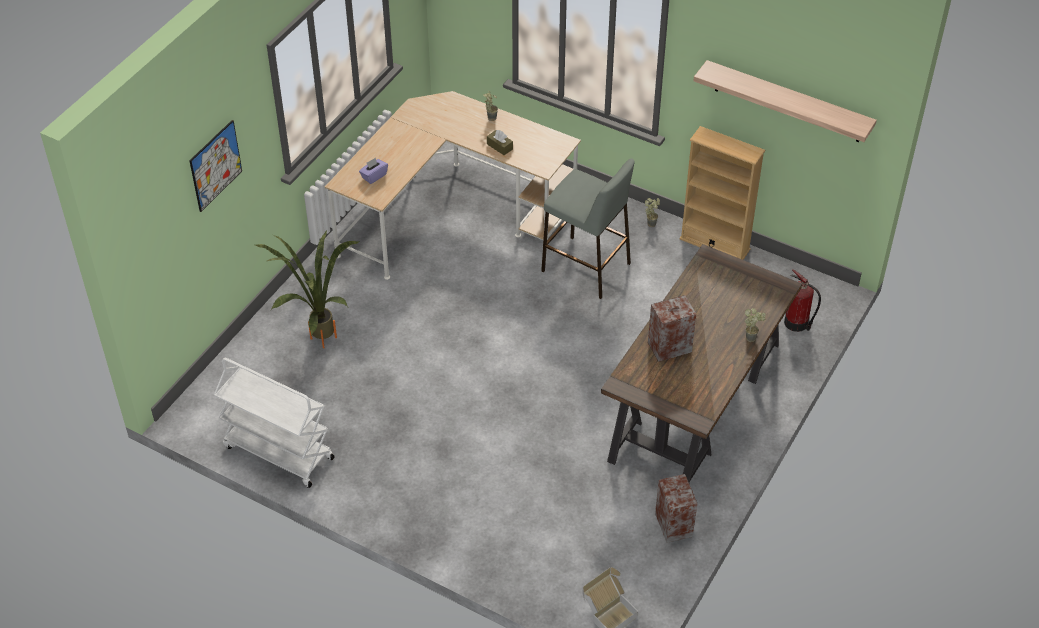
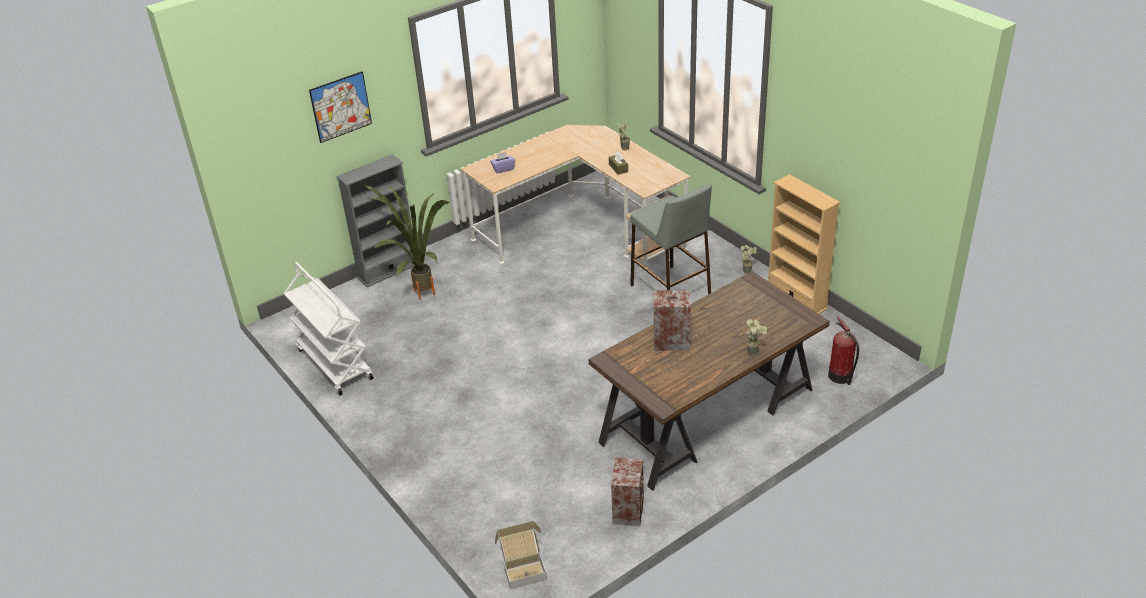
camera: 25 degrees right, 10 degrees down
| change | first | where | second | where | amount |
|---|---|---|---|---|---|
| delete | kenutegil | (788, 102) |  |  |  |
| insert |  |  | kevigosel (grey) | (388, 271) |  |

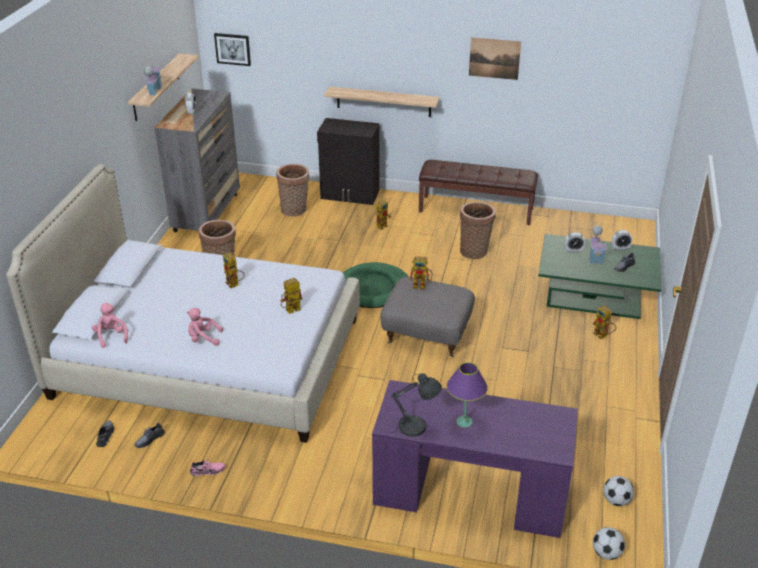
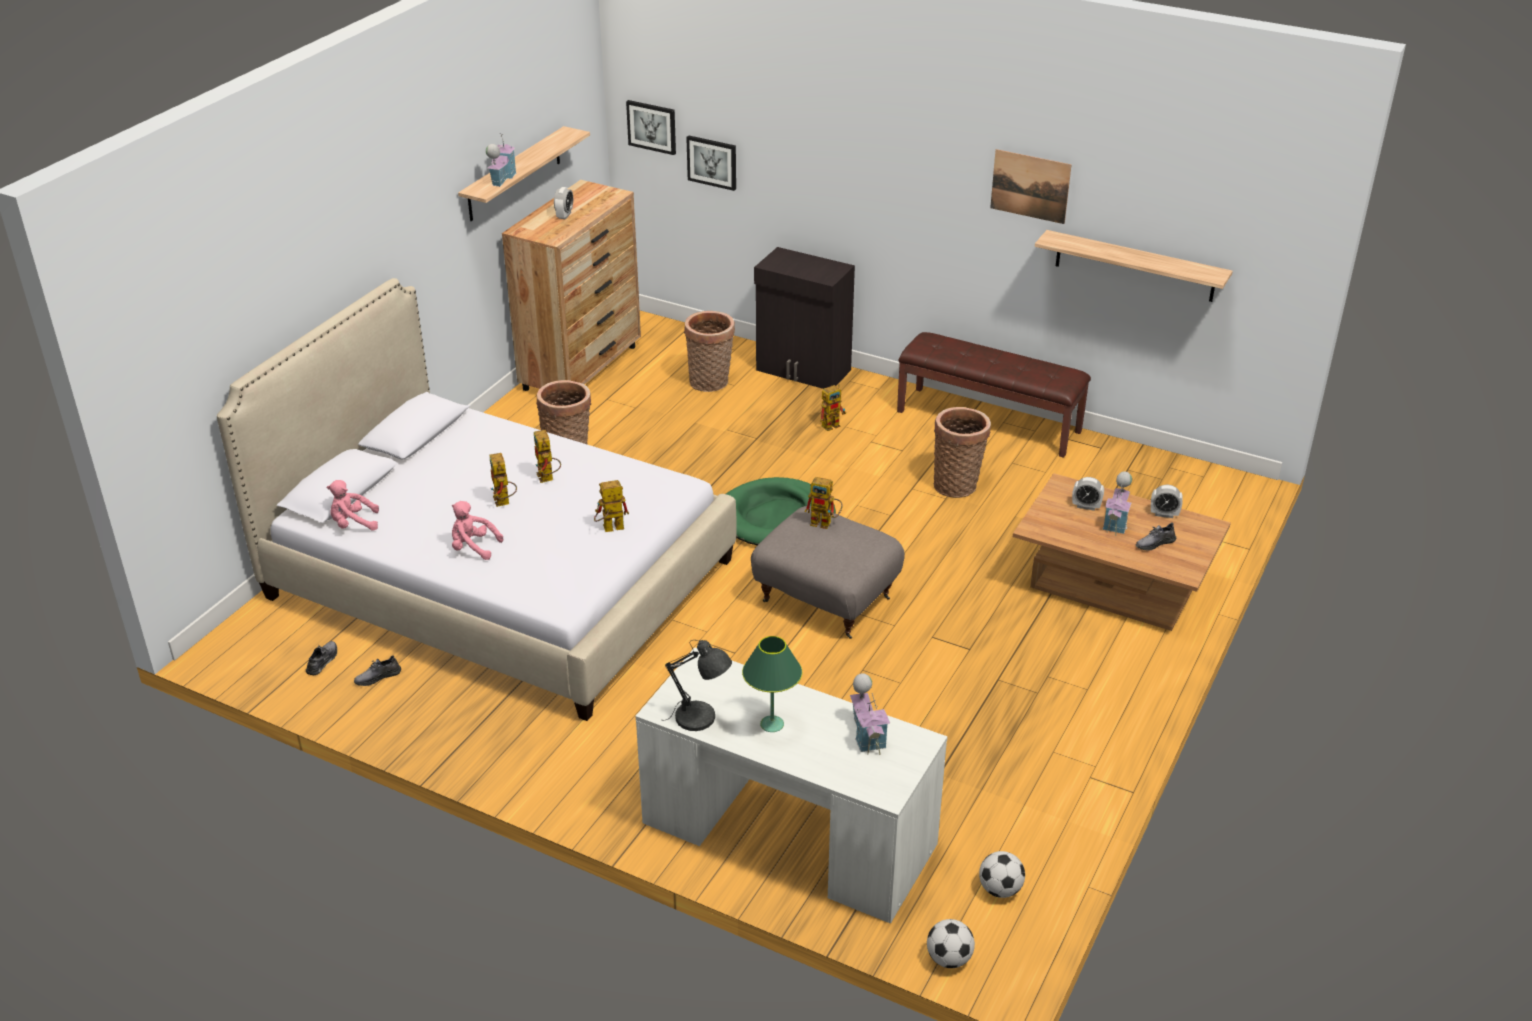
camera: 15 degrees right, 0 degrees up
| change | first | where | second | where | amount |
|---|---|---|---|---|---|
| delete | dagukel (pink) | (208, 471) |  |  |  |
| insert |  |  | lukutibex | (712, 162) |  |
| insert |  |  | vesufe | (867, 735) |  |
| move | kenutegil | (383, 101) |  | (1135, 266) |  |
| move | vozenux | (603, 336) |  | (504, 502) |  |
| recolor | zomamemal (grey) | (207, 212) | zomamemal (brown) | (581, 367) |  |
| recolor | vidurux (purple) | (469, 491) | vidurux (white) | (788, 832) |  |
| recolor | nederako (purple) | (464, 422) | nederako (green) | (772, 724) |  |
| recolor | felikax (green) | (594, 298) | felikax (brown) | (1112, 586) |  |
| rotate | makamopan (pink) | (111, 336) |  | (353, 524) | 90 degrees counterclockwise |

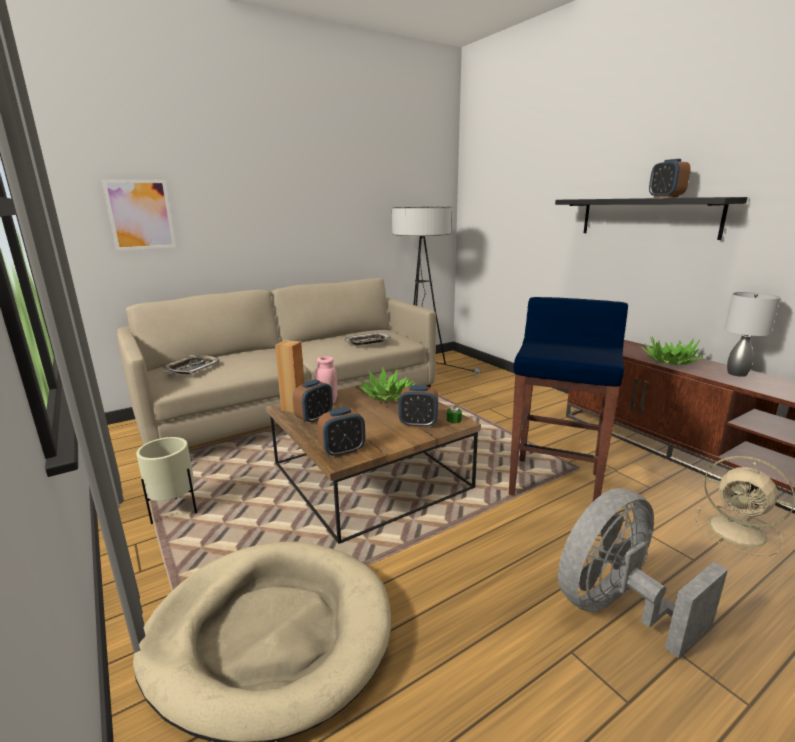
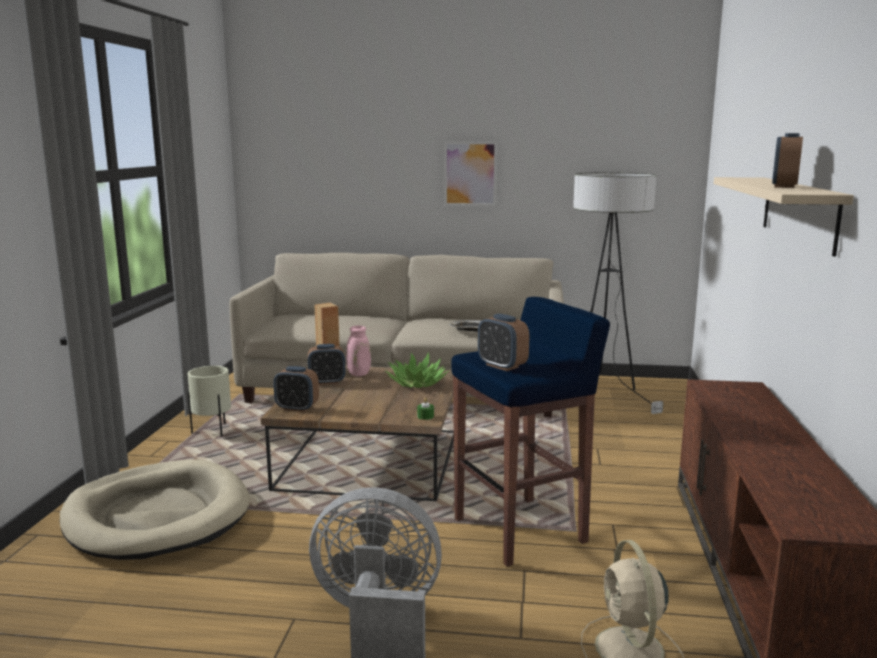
camera: 40 degrees right, 5 degrees down
| change | first | where | second | where | amount |
|---|---|---|---|---|---|
| delete | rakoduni | (192, 368) |  |  |  |
| delete | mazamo | (670, 361) |  |  |  |
| delete | nederako (grey) | (736, 373) |  |  |  |
| move | lukutibex | (140, 215) |  | (470, 173) |  |
| move | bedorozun | (418, 424) |  | (502, 366) |  |
| recolor | kenutegil (black) | (647, 217) | kenutegil (beige) | (798, 212) |  |

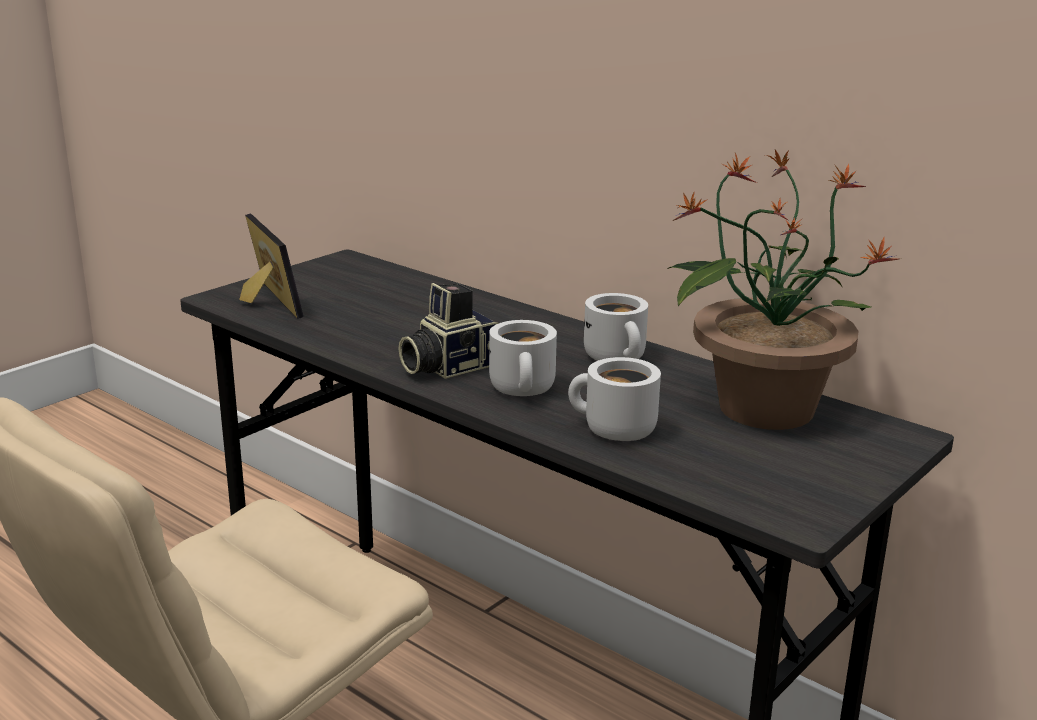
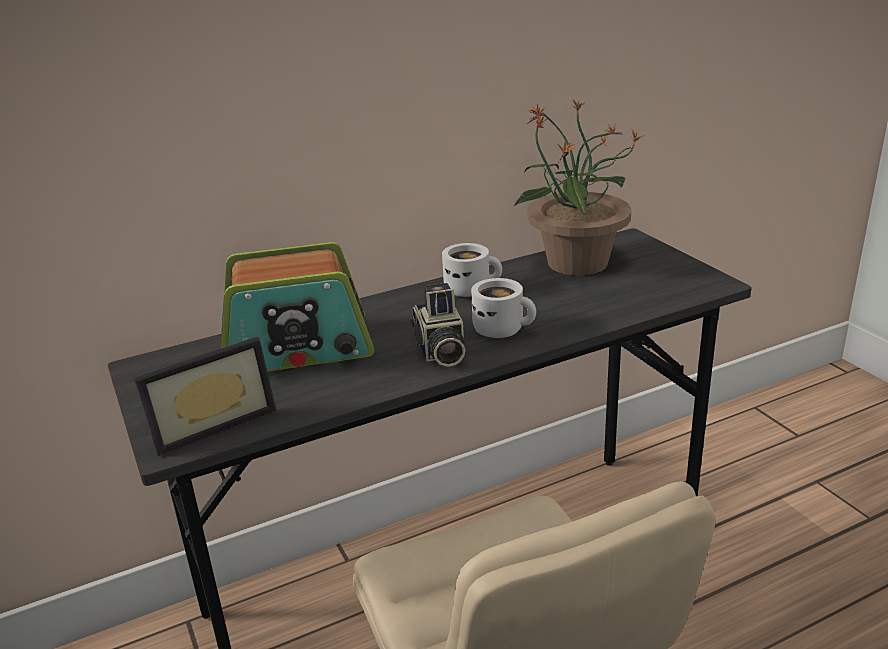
camera: 65 degrees left, 5 degrees up
| change | first | where | second | where | amount |
|---|---|---|---|---|---|
| delete | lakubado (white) | (613, 431) |  |  |  |
| insert |  |  | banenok | (297, 348) |  |
| rotate | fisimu | (263, 302) |  | (211, 423) | 150 degrees clockwise |

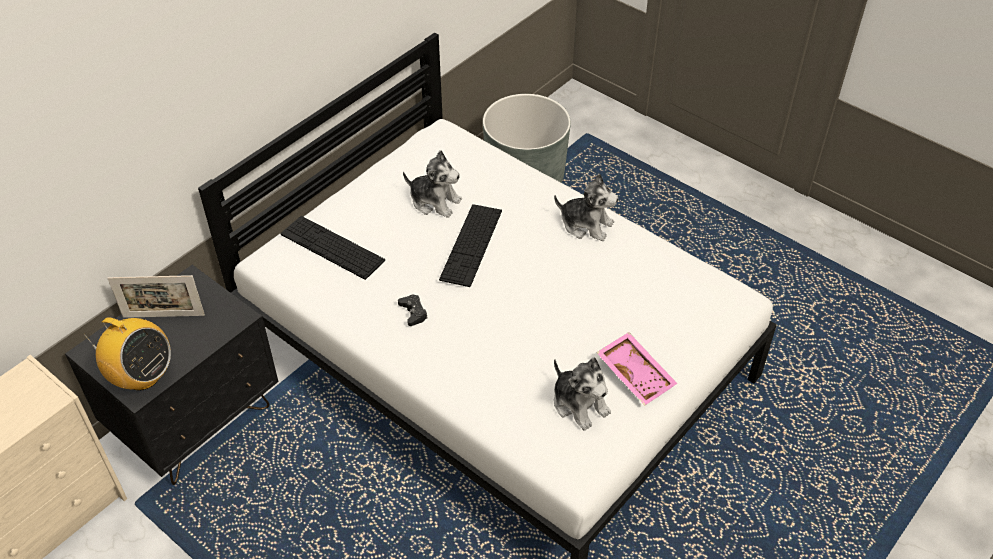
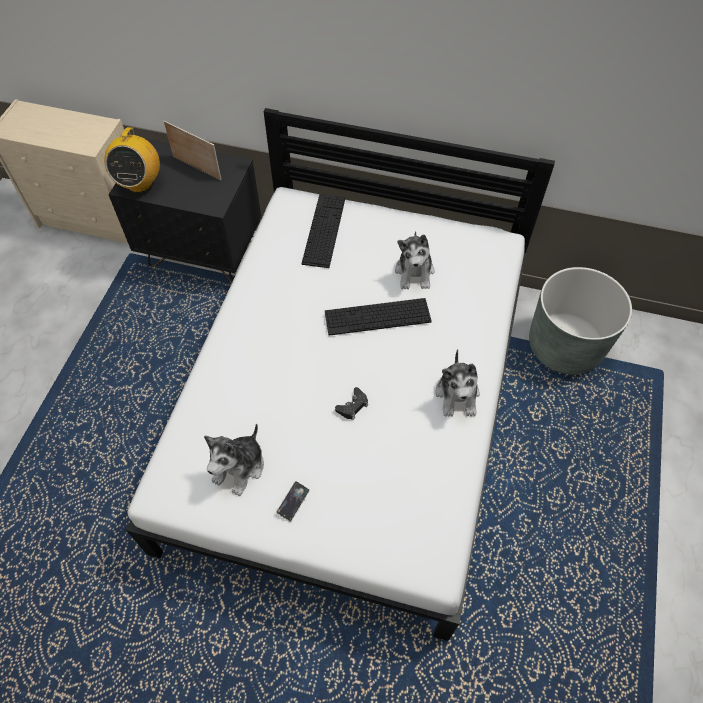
camera: 65 degrees right, 10 degrees up
| change | first | where | second | where | amount |
|---|---|---|---|---|---|
| move | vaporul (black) | (413, 312) |  | (353, 406) |  |
| replace | rakoduni (pink) | (636, 374) | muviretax | (293, 502) |  |
| rotate | fisimu | (163, 316) |  | (197, 168) | 150 degrees clockwise |

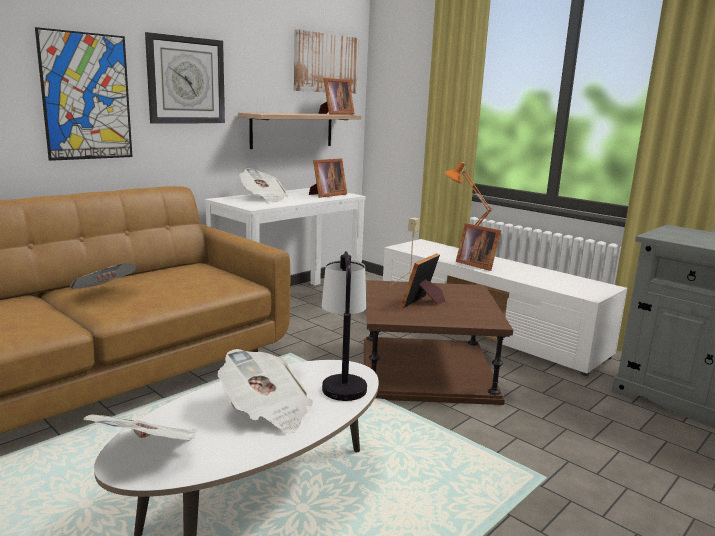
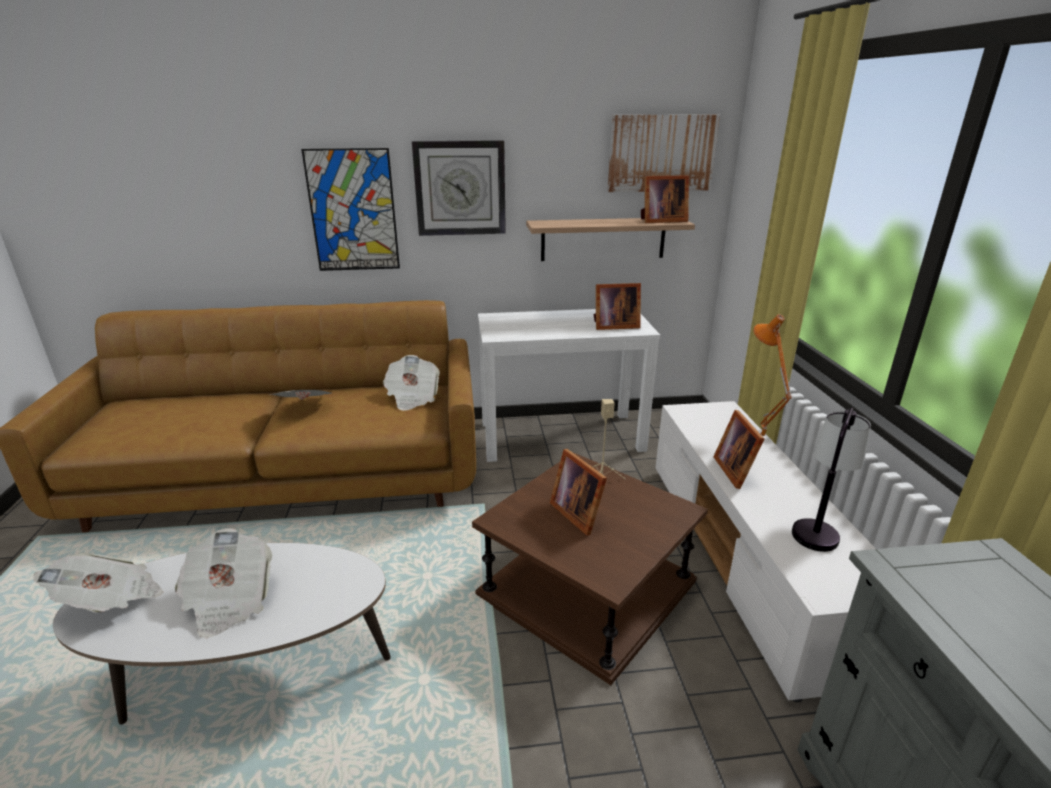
camera: 40 degrees right, 10 degrees up
| change | first | where | second | where | amount |
|---|---|---|---|---|---|
| move | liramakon | (264, 198) |  | (412, 397) |  |
| move | nederako | (342, 380) |  | (818, 525) |  |
| rotate | fisimu | (423, 303) |  | (578, 513) | 105 degrees counterclockwise |

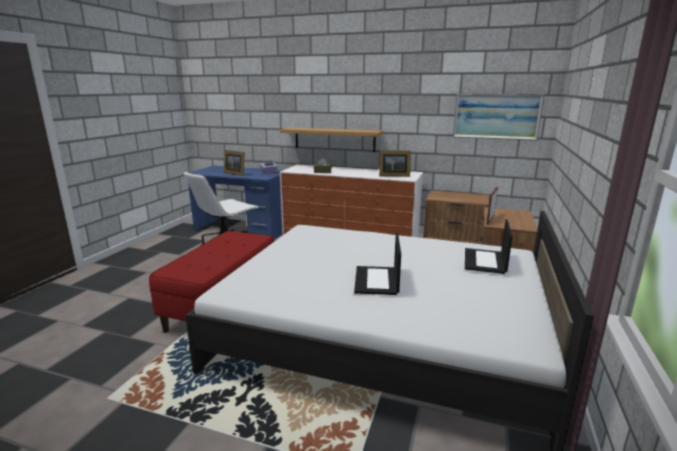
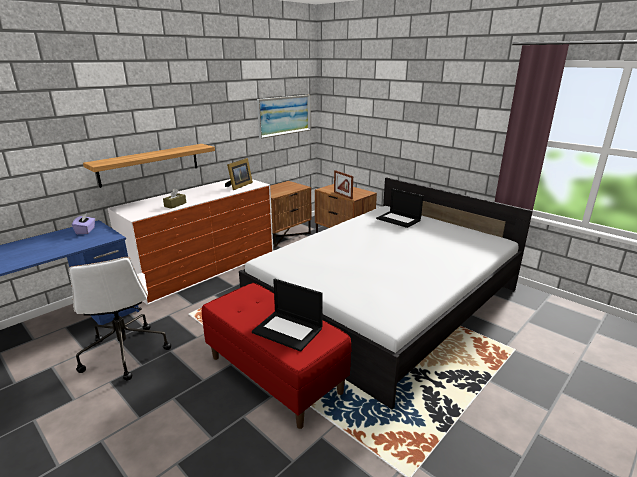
camera: 65 degrees left, 5 degrees up
| change | first | where | second | where | amount |
|---|---|---|---|---|---|
| delete | fisimu | (235, 173) |  |  |  |
| move | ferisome | (377, 281) |  | (288, 330) |  |

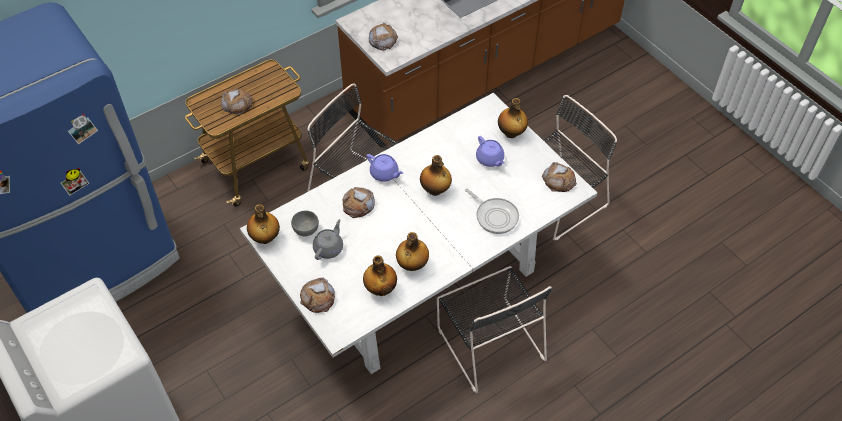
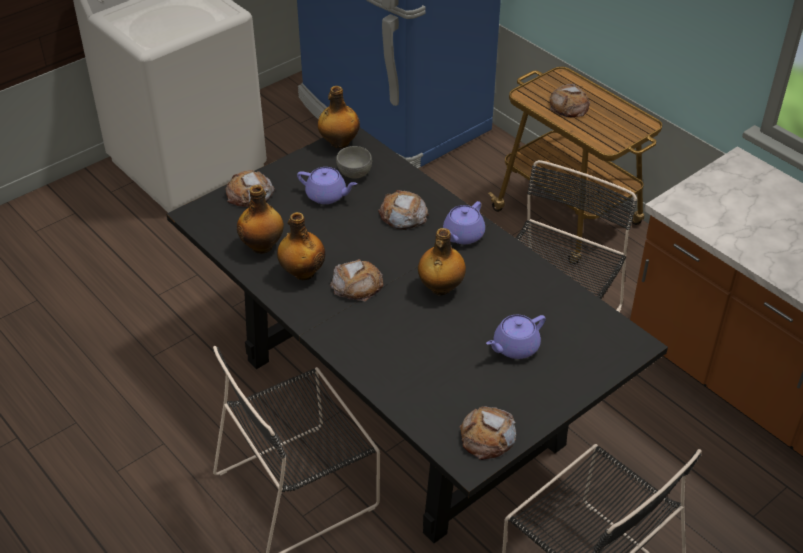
camera: 85 degrees right, 10 degrees down
| change | first | where | second | where | amount |
|---|---|---|---|---|---|
| delete | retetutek | (495, 216) |  |  |  |
| delete | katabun | (511, 133) |  |  |  |
| move | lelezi | (382, 39) |  | (357, 284) |  |
| recolor | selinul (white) | (421, 279) | selinul (black) | (403, 402) |  |
| recolor | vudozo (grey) | (329, 248) | vudozo (purple) | (327, 196) |  |

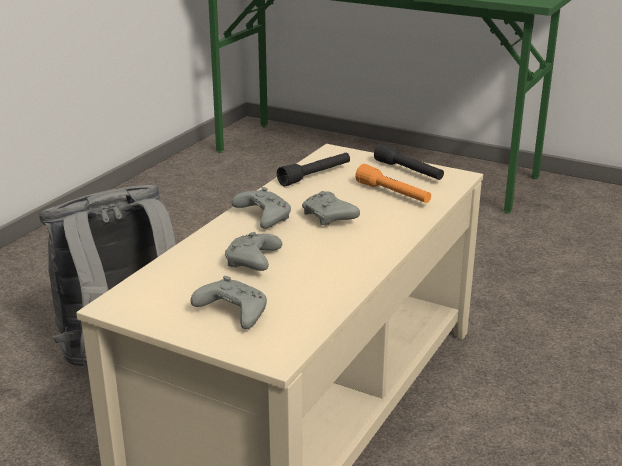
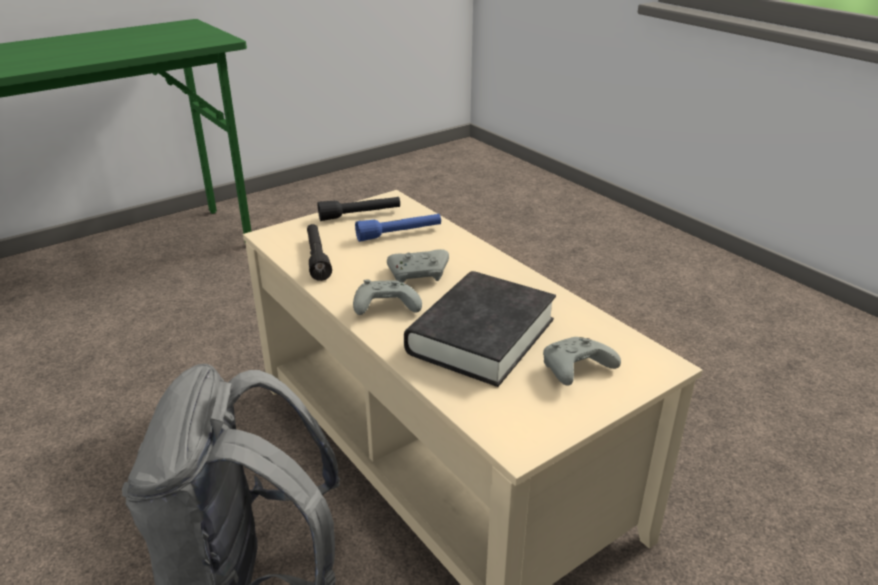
camera: 65 degrees left, 5 degrees up
| change | first | where | second | where | amount |
|---|---|---|---|---|---|
| replace | vaporul (grey) | (253, 262) | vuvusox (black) | (481, 336) |  |
| recolor | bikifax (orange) | (393, 194) | bikifax (blue) | (399, 234) |  |

